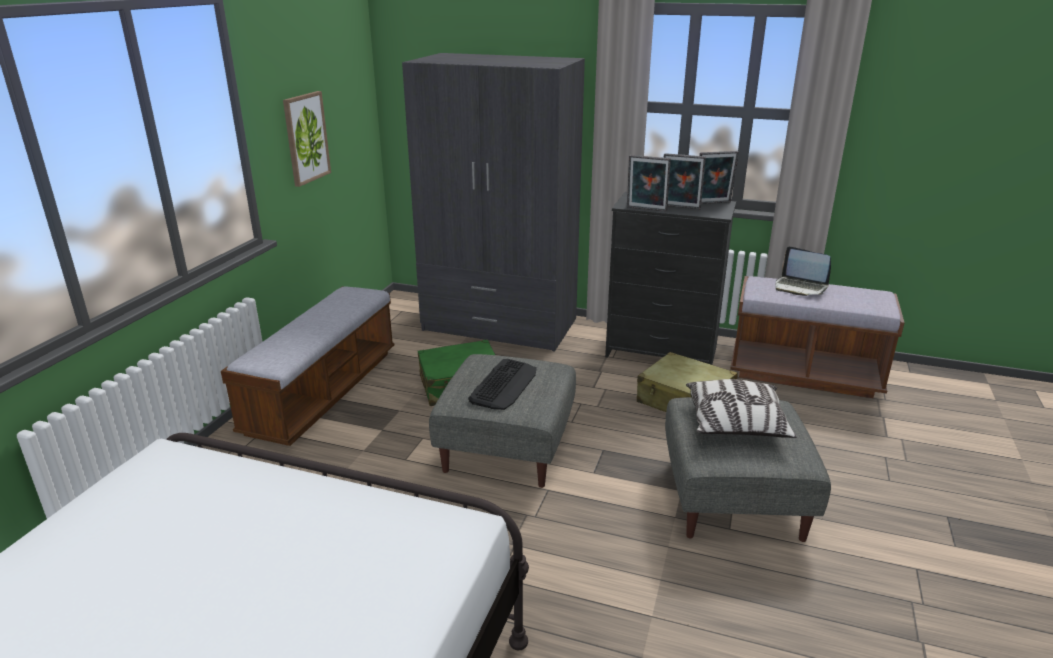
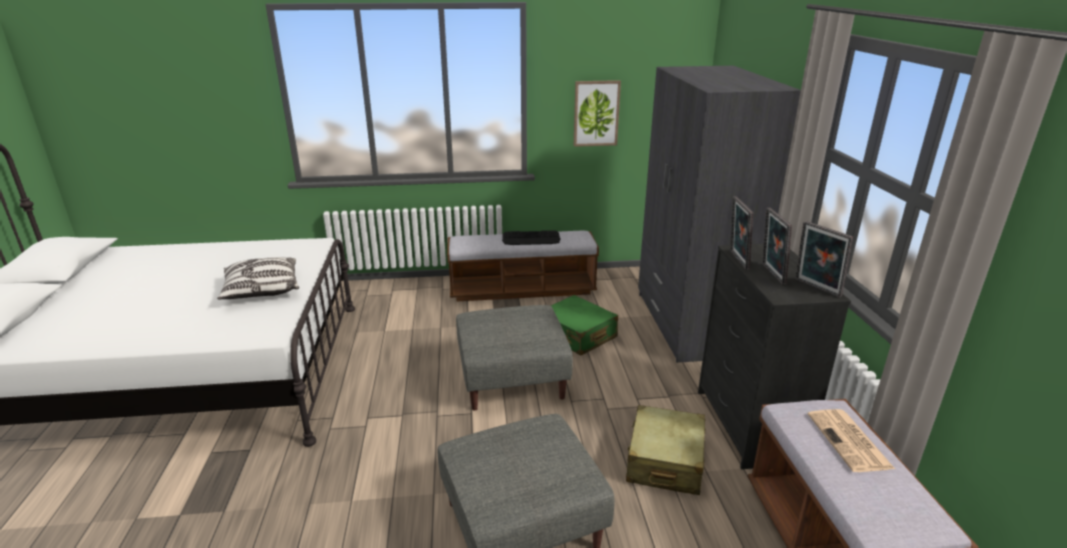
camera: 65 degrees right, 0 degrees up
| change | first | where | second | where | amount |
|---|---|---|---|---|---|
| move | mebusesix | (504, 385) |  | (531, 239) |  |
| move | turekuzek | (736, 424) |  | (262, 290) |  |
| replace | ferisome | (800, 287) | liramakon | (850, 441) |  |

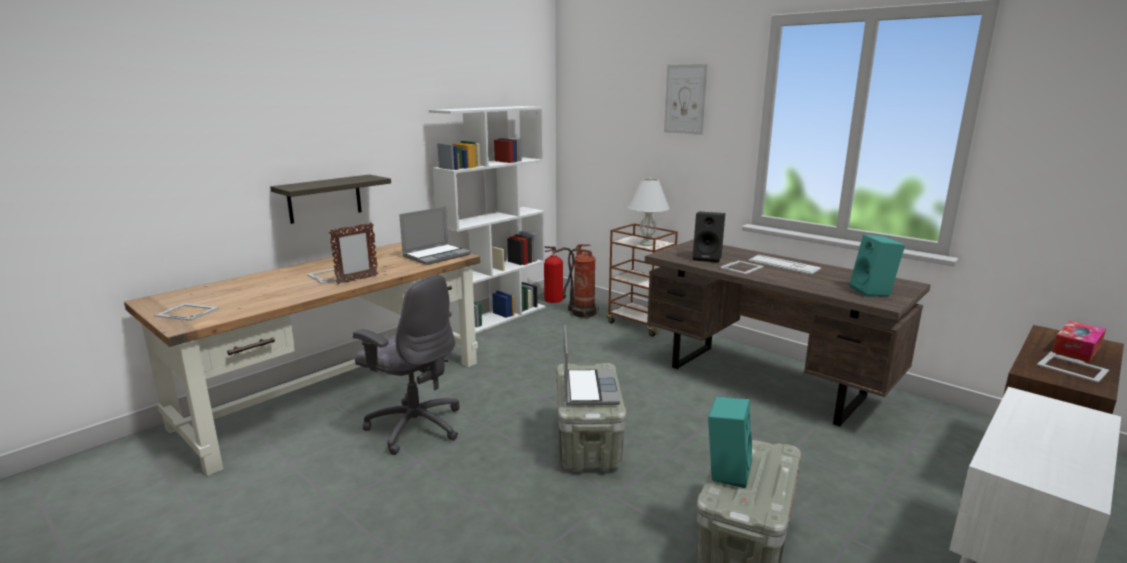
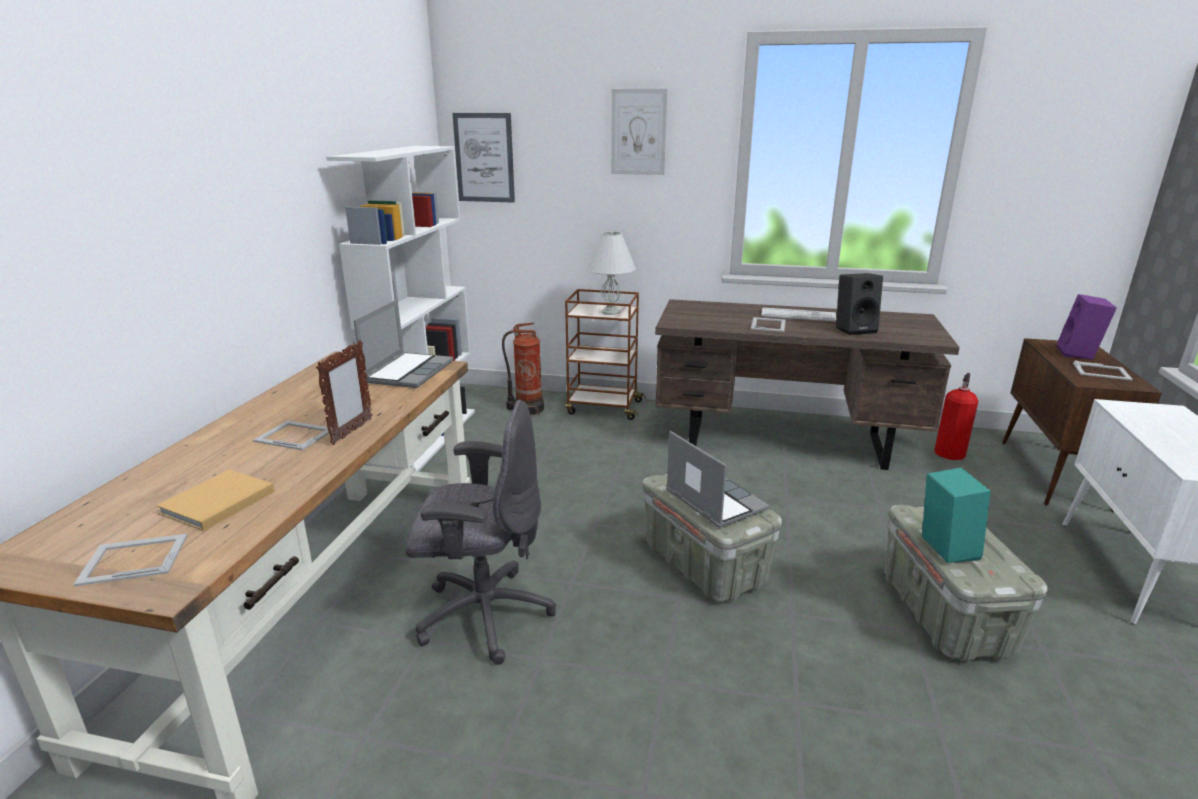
camera: 30 degrees left, 5 degrees up
| change | first | where | second | where | amount |
|---|---|---|---|---|---|
| delete | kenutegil | (325, 198) |  |  |  |
| delete | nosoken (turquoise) | (873, 292) |  |  |  |
| insert |  |  | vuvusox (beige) | (215, 504) |  |
| insert |  |  | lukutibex | (484, 158) |  |
| move | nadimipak | (555, 299) |  | (949, 452) |  |
| move | nosoken (black) | (708, 258) |  | (855, 329) |  |
| replace | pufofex | (1076, 349) | nosoken (purple) | (1079, 354) |  |

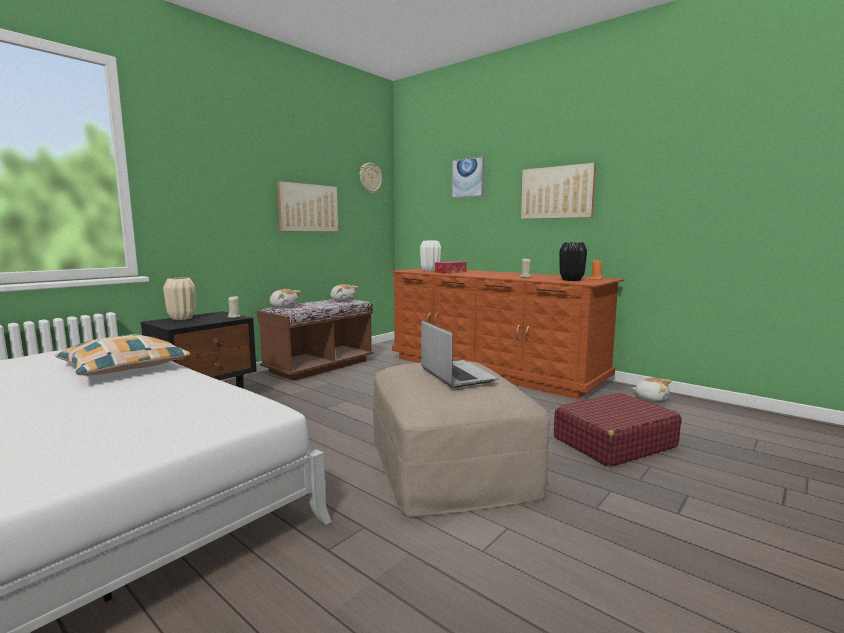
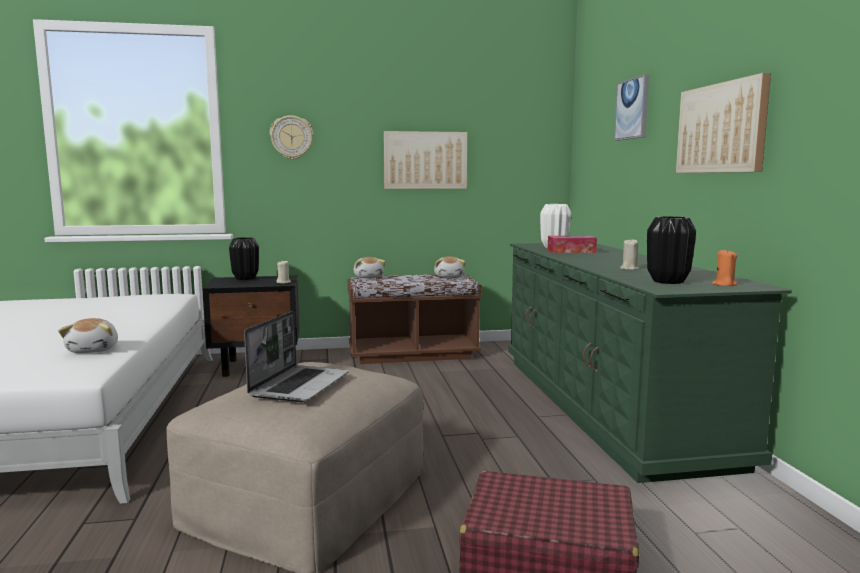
camera: 40 degrees right, 0 degrees up
| change | first | where | second | where | amount |
|---|---|---|---|---|---|
| delete | turekuzek | (124, 368) |  |  |  |
| move | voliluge | (370, 178) |  | (291, 137) |  |
| move | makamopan | (651, 398) |  | (94, 350) |  |
| recolor | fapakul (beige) | (182, 318) | fapakul (black) | (245, 278) |  |
| recolor | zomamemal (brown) | (492, 369) | zomamemal (green) | (605, 406) |  |

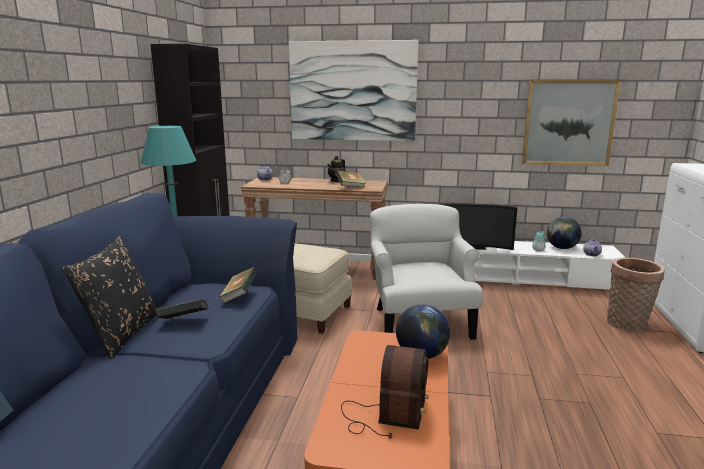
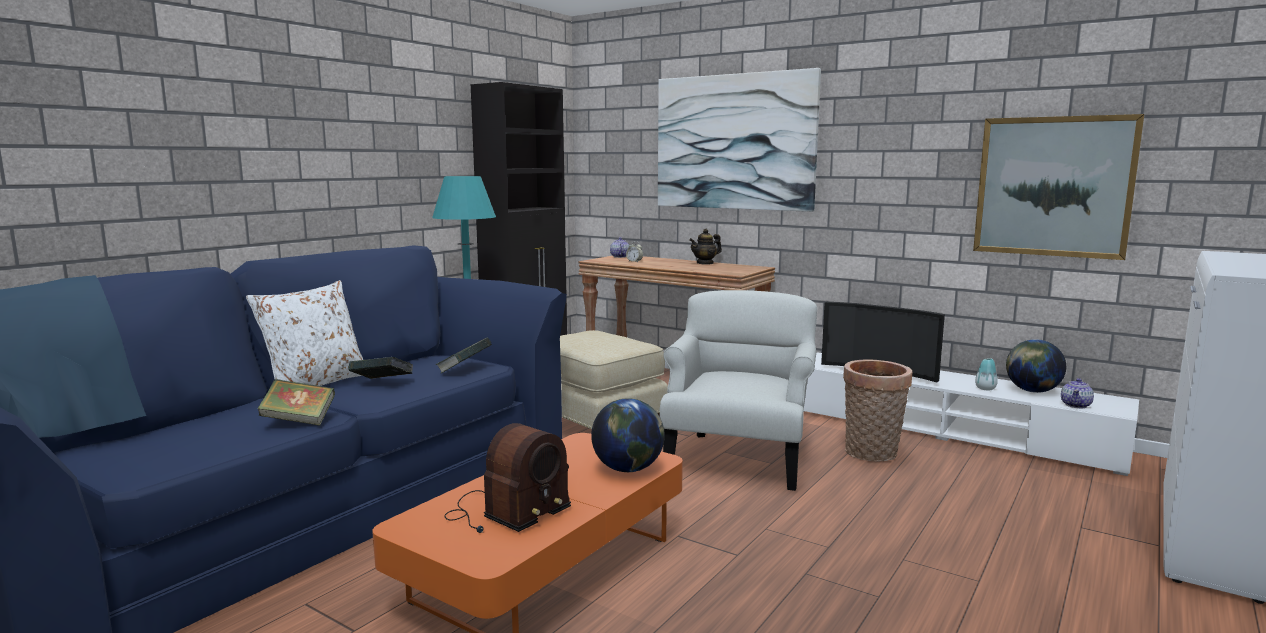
camera: 25 degrees right, 5 degrees down
| change | first | where | second | where | amount |
|---|---|---|---|---|---|
| move | vuvusox | (350, 187) |  | (299, 421) |  |
| move | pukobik | (628, 325) |  | (872, 454) |  |
| recolor | turekuzek (black) | (121, 334) | turekuzek (white) | (315, 384) |  |

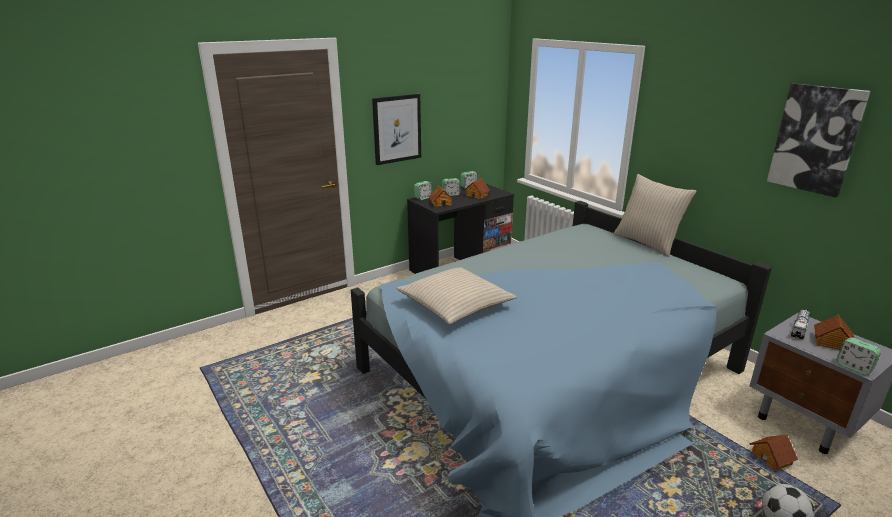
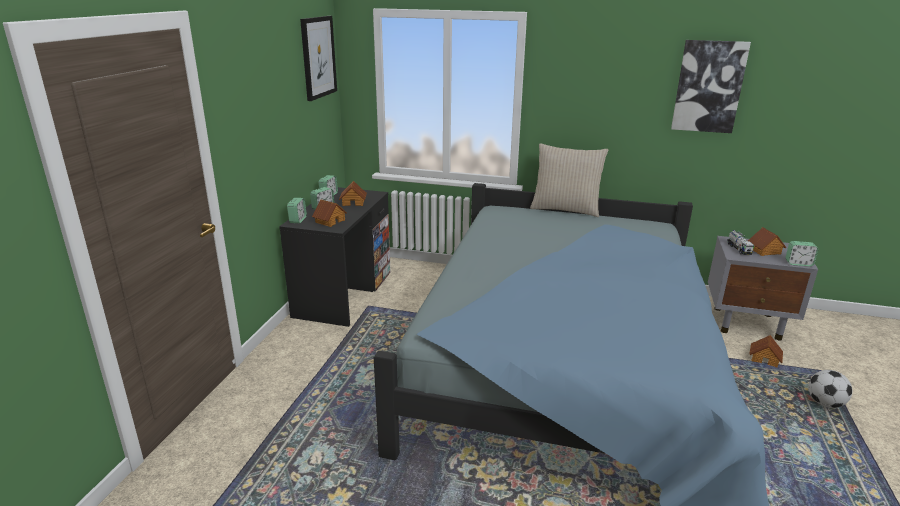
camera: 40 degrees left, 0 degrees up
| change | first | where | second | where | amount |
|---|---|---|---|---|---|
| delete | turekuzek (beige) | (455, 305) |  |  |  |
| move | lukutibex | (397, 129) |  | (318, 57) |  |

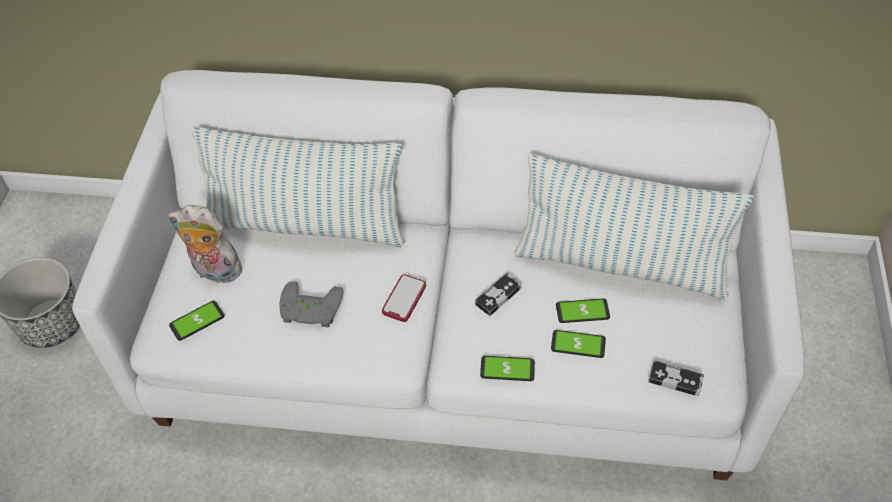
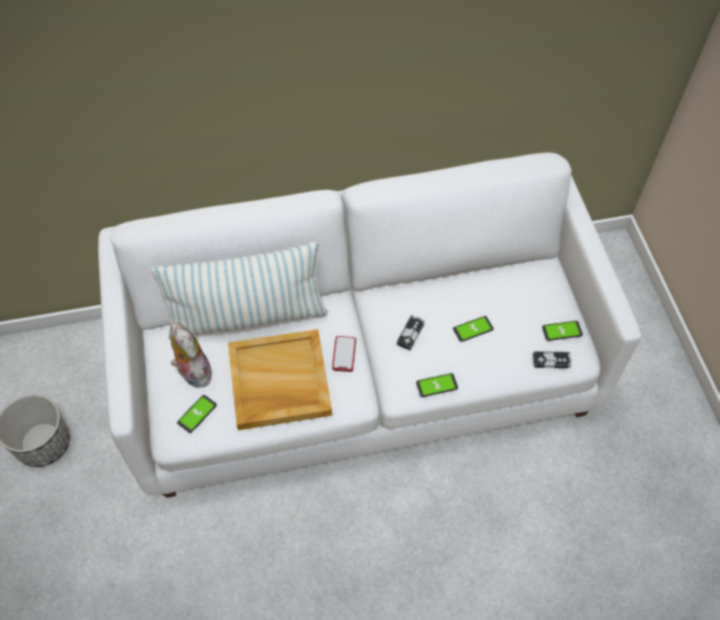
camera: 20 degrees left, 5 degrees up
| change | first | where | second | where | amount |
|---|---|---|---|---|---|
| delete | turekuzek | (621, 264) |  |  |  |
| move | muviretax | (578, 344) |  | (562, 331) |  |
| replace | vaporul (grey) | (309, 310) | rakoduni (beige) | (278, 382) |  |
| rotate | makamopan | (214, 271) |  | (193, 372) | 60 degrees clockwise |

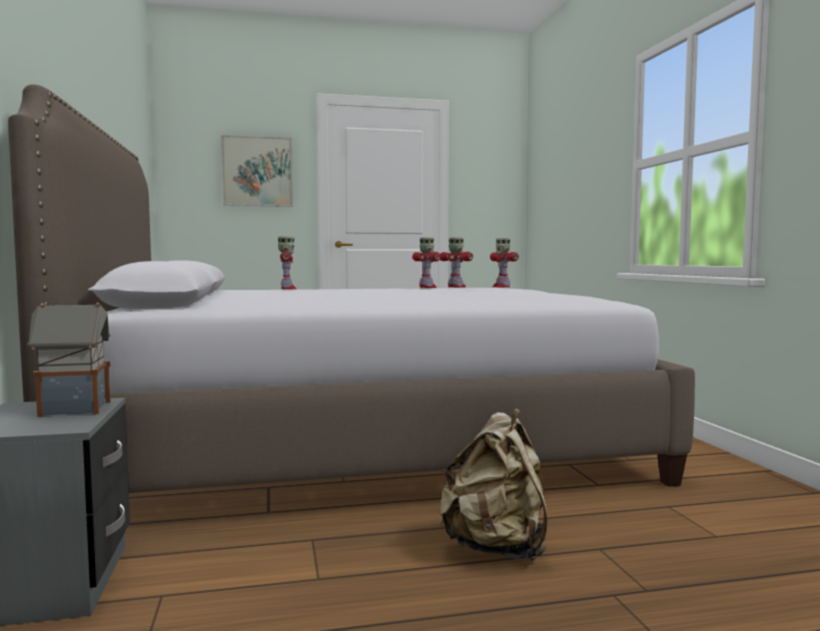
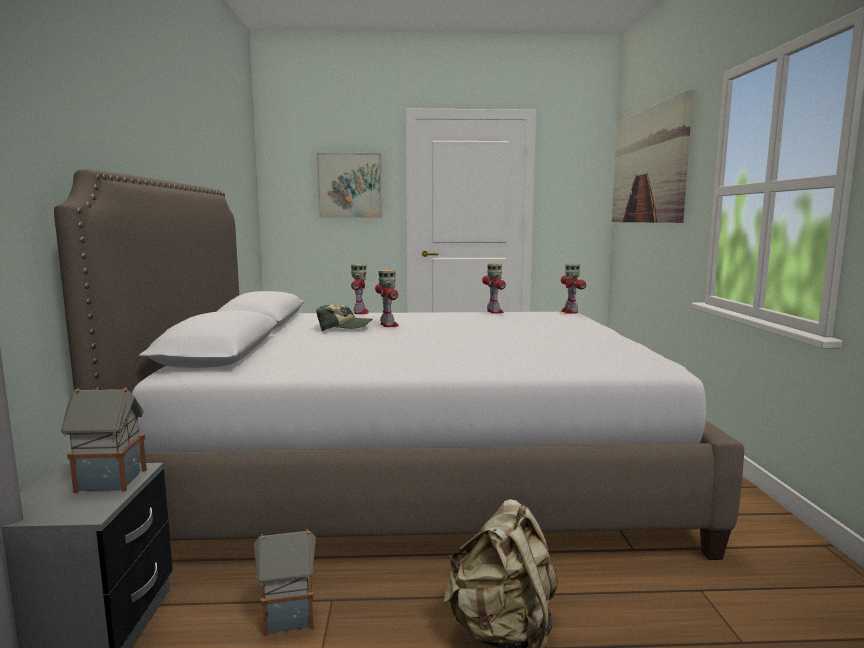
camera: 10 degrees right, 5 degrees up
| change | first | where | second | where | amount |
|---|---|---|---|---|---|
| insert |  |  | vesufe | (287, 617) |  |
| insert |  |  | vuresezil | (344, 328) |  |
| insert |  |  | lukutibex | (648, 166) |  |
| move | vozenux | (456, 287) |  | (388, 325) |  |

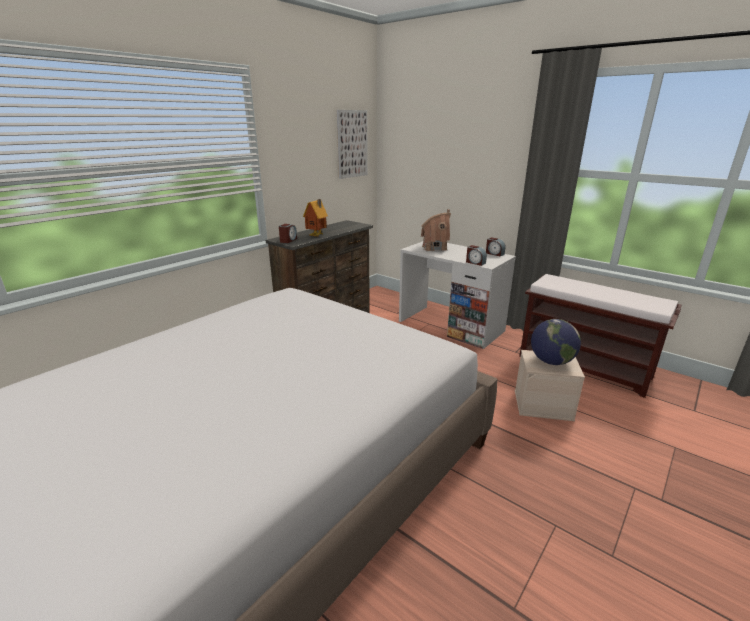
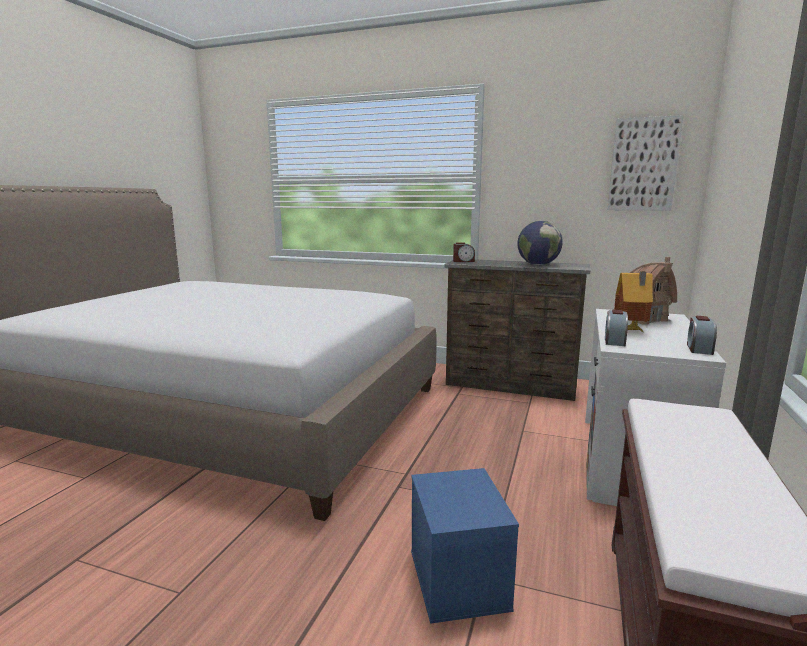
camera: 70 degrees right, 10 degrees down
| change | first | where | second | where | amount |
|---|---|---|---|---|---|
| move | vesufe | (317, 236) |  | (630, 331) |  |
| move | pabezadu | (551, 361) |  | (538, 265) |  |
| recolor | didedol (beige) | (543, 404) | didedol (blue) | (459, 580) |  |

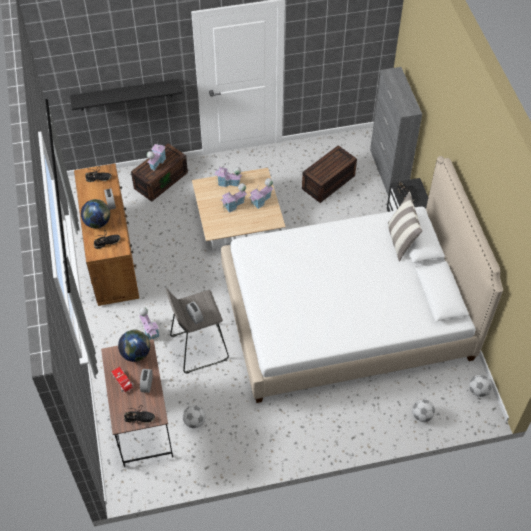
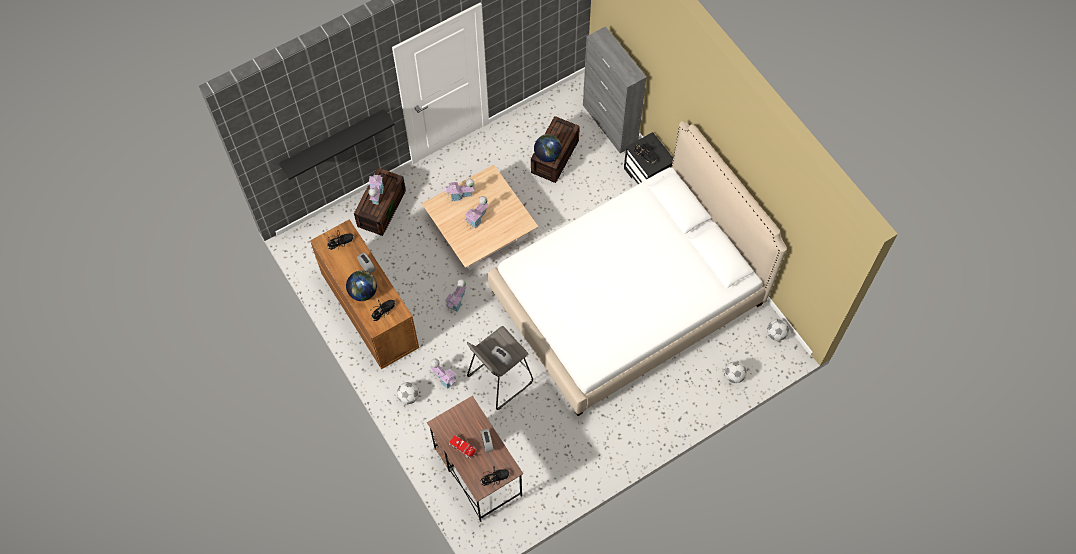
camera: 20 degrees left, 10 degrees up
| change | first | where | second | where | amount |
|---|---|---|---|---|---|
| delete | turekuzek | (401, 241) |  |  |  |
| move | pabezadu | (136, 354) |  | (547, 155) |  |
| move | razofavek | (194, 421) |  | (408, 396) |  |
| move | vesufe | (261, 201) |  | (457, 301) |  |

